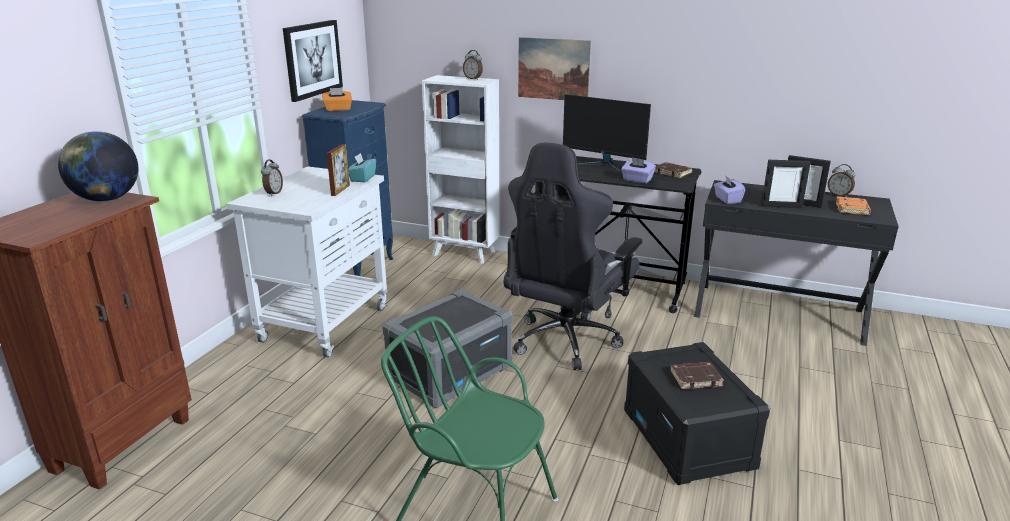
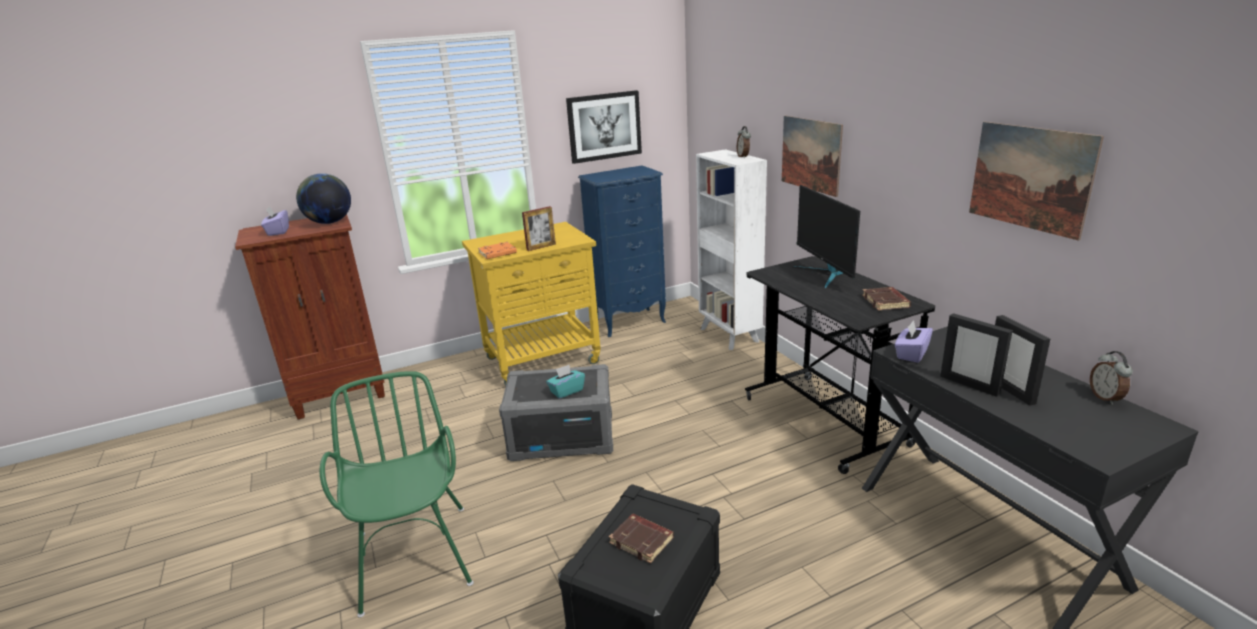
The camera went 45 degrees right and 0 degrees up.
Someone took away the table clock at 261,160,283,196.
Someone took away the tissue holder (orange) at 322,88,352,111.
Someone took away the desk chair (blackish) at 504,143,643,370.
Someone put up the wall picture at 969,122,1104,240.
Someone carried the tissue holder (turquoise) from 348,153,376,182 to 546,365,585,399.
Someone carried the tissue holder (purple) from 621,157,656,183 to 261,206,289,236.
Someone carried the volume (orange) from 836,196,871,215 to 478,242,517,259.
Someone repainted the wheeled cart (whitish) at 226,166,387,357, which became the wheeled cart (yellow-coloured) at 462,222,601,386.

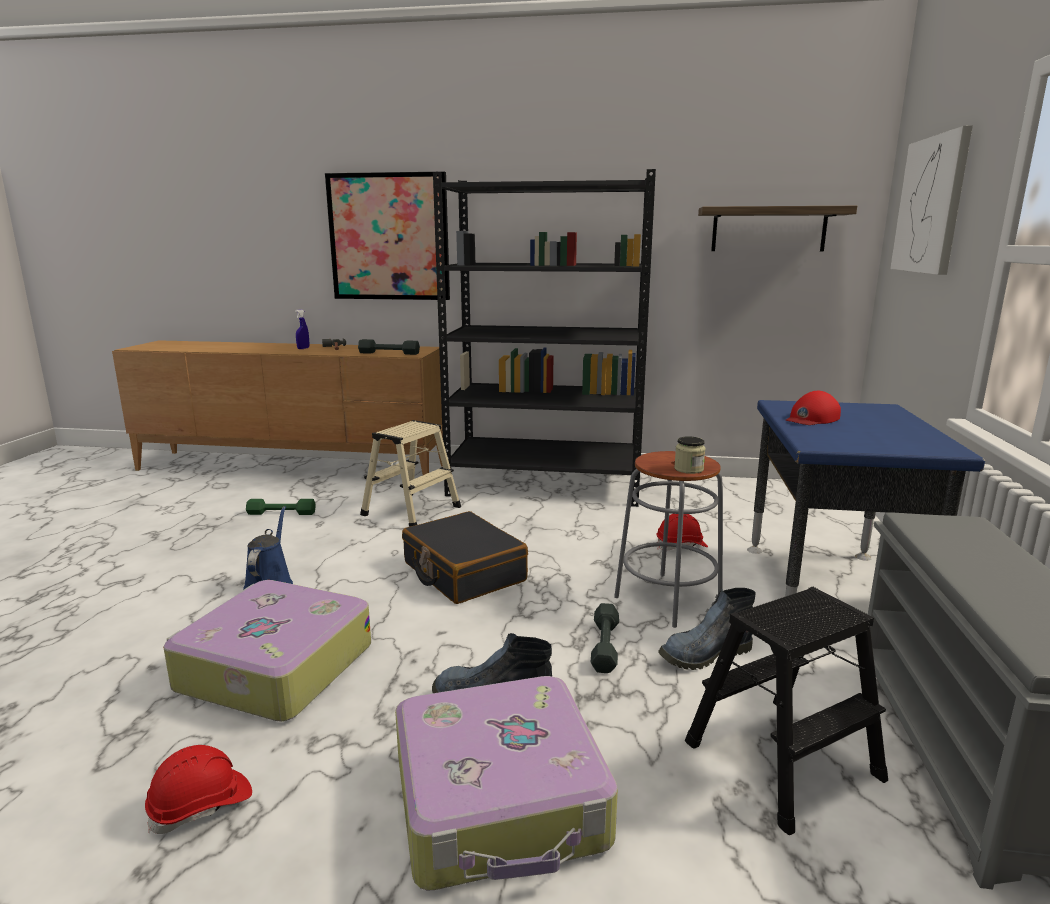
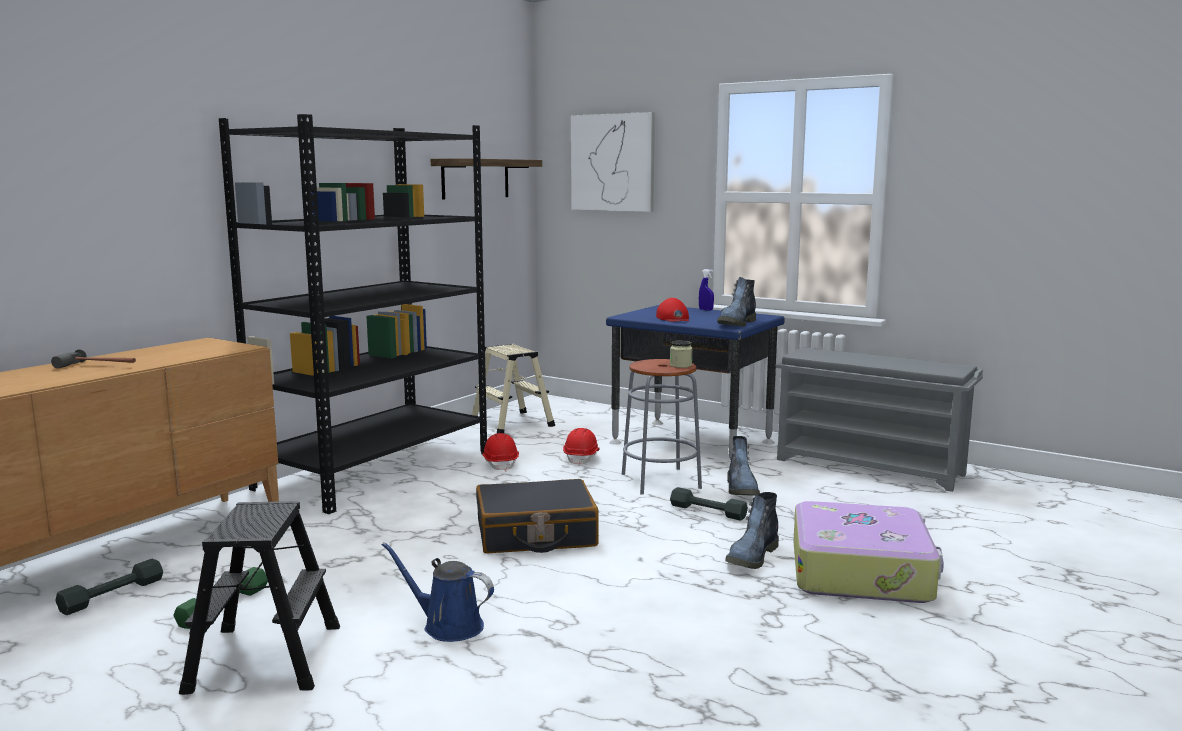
The camera went 65 degrees left and 5 degrees down.
Someone took away the piece of luggage at 163,580,371,722.
Someone took away the wall picture at 325,171,450,300.
Someone put down the high-top boot at 717,277,756,326.
Someone carried the safety helmet (red) from 145,745,252,834 to 482,433,519,472.
Someone carried the sprayer (bluish) from 295,309,310,349 to 699,269,714,311.
Someone carried the free weight (gray) from 358,339,420,355 to 55,559,163,615.
Someone carried the stepladder (beige-coloured) from 360,420,461,527 to 472,344,555,433.
Someone carried the stepladder (blackish) from 685,587,888,835 to 179,501,340,695.

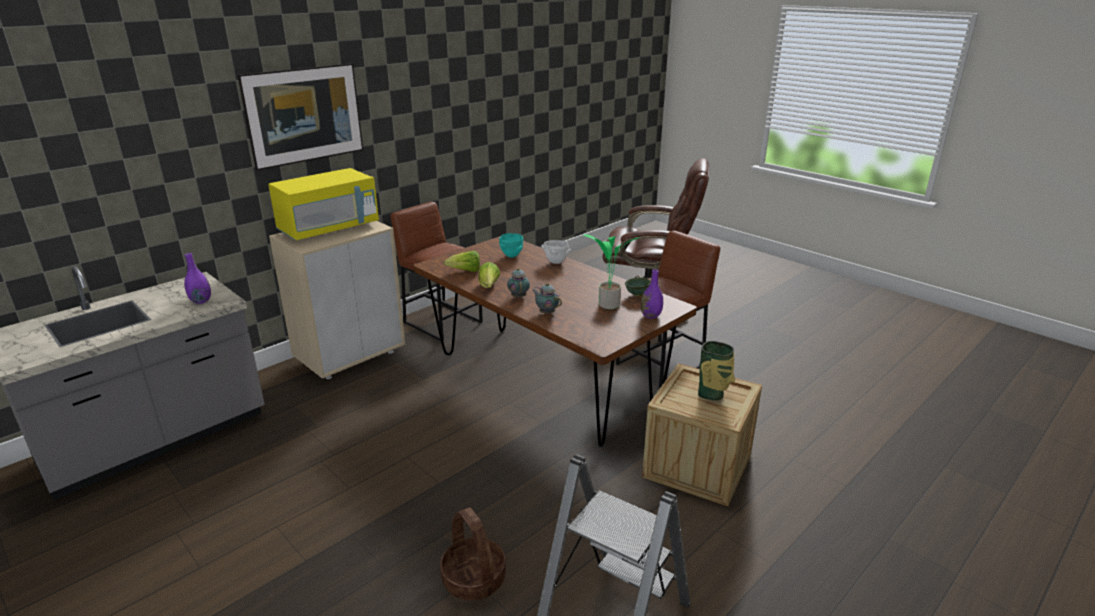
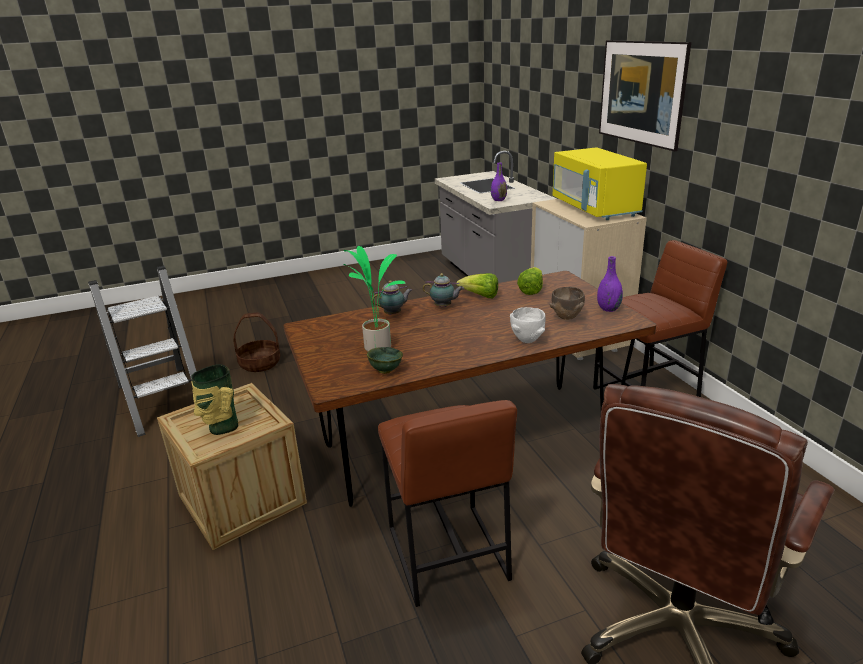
The camera went 115 degrees right and 0 degrees up.
Someone carried the flower vase (purple) from 641,269,663,319 to 597,256,623,312.
Someone repainted the bowl (turquoise) at 499,233,523,258, which became the bowl (brown-coloured) at 549,287,585,320.

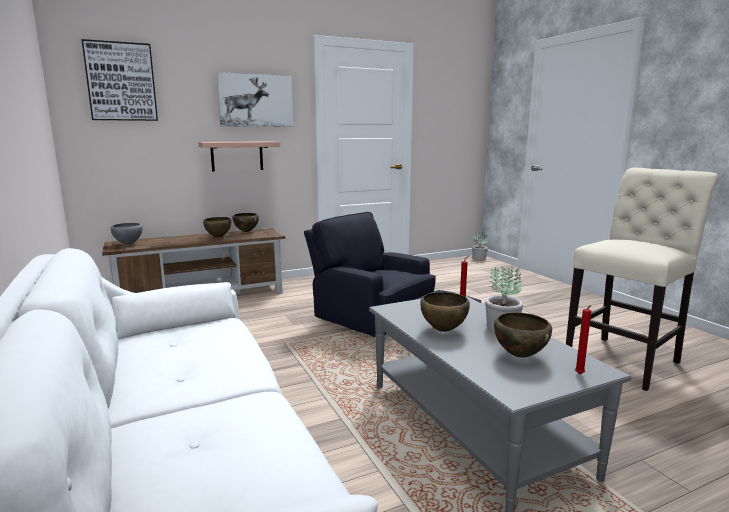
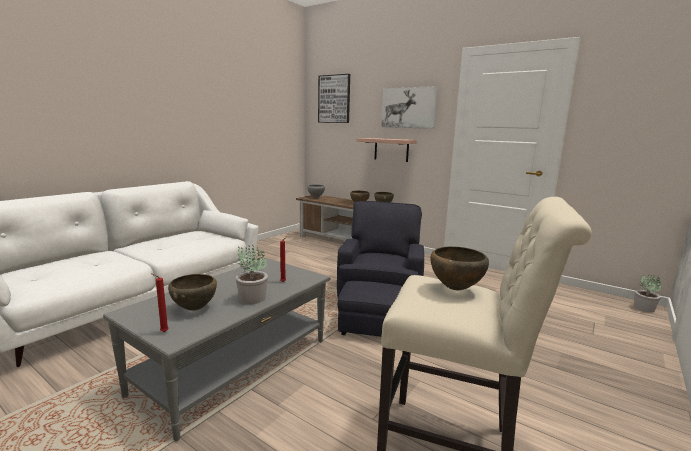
The camera went 60 degrees right and 0 degrees up.
Someone carried the bowl (brown-coloured) from 420,292,470,332 to 430,247,489,290.

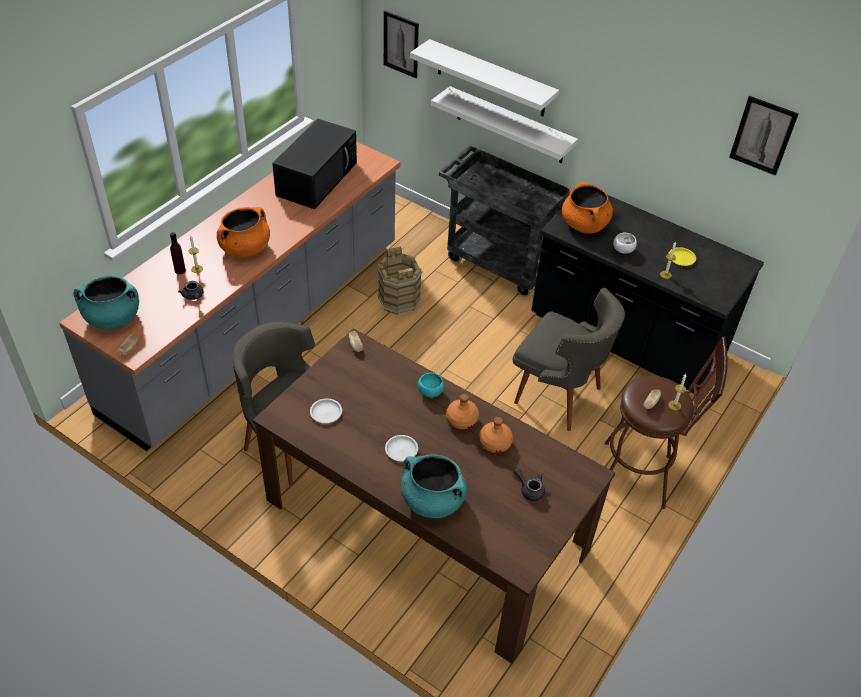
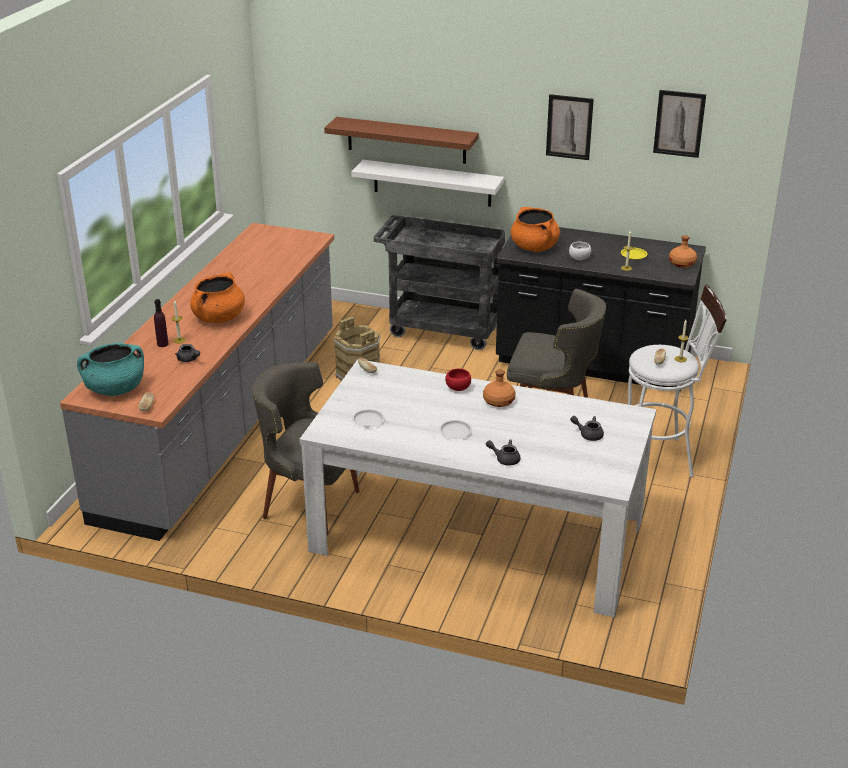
The camera went 15 degrees left and 15 degrees down.
Someone took away the kitchen microwave (blackish) at 272,119,357,209.
Someone carried the wall picture from 384,11,419,78 to 546,94,594,160.
Someone carried the bottle (orange) from 479,417,513,453 to 669,235,697,268.
Someone swapped the saucepot (turquoise) at 401,454,467,518 for the tea pot (gray) at 486,439,520,466.
Someone repainted the dining table (brown-coloured) at 253,328,615,664, which became the dining table (whitish) at 299,359,656,617.
Someone repainted the shelf (whitish) at 410,39,559,116, which became the shelf (brown-coloured) at 324,117,479,164.
Someone repainted the bowl (turquoise) at 418,373,444,398, which became the bowl (red) at 445,369,471,391.
Someone repainted the sitting stool (brown-coloured) at 605,337,728,509, which became the sitting stool (whitish) at 628,284,727,477.

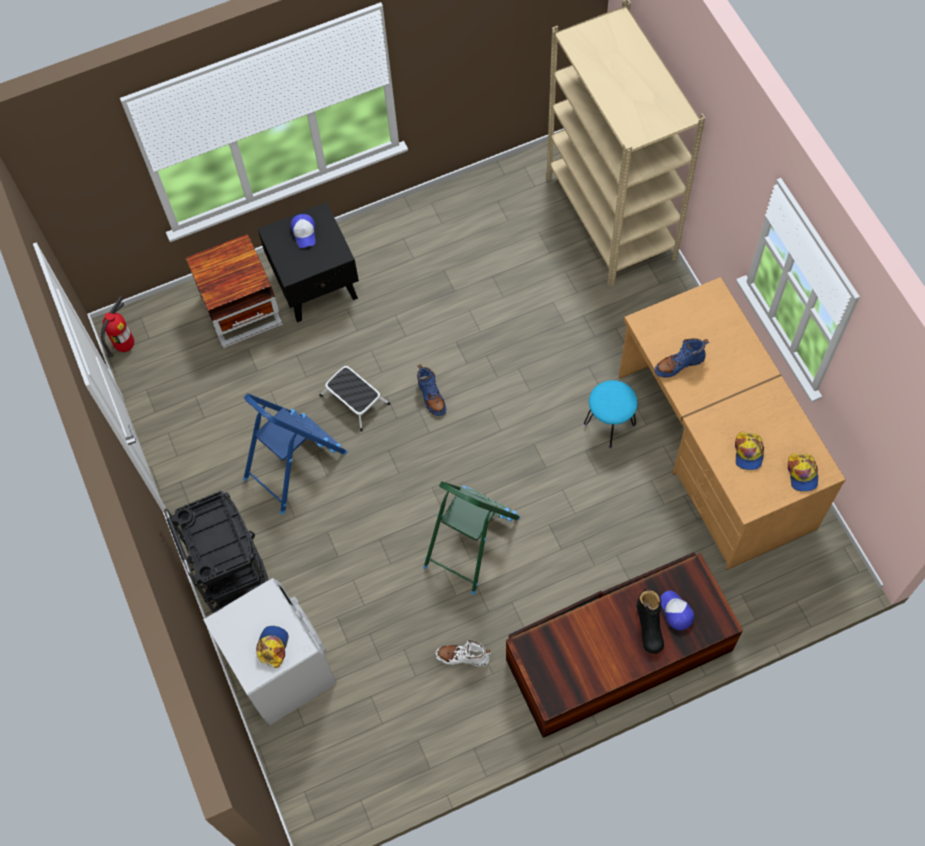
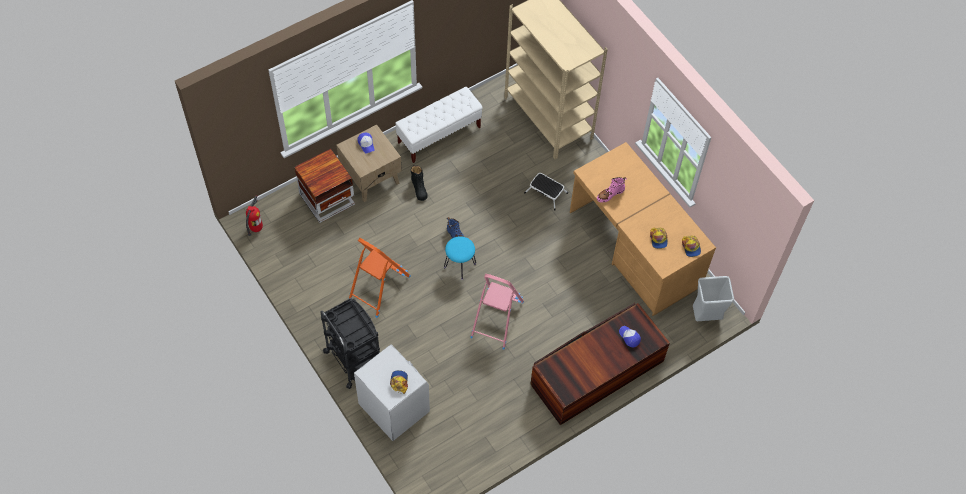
The camera went 15 degrees left and 5 degrees down.
Someone took away the high-top boot (whitish) at 435,640,491,667.
Someone put down the long seat (whitish) at 395,87,483,163.
Someone put down the trash can (gray) at 693,276,734,321.
Someone carried the stepladder (blackish) from 319,366,390,431 to 524,173,568,211.
Someone carried the sitting stool (turquoise) from 584,380,638,448 to 444,236,476,280.
Someone carried the high-top boot (blackish) from 636,589,664,654 to 411,165,428,201.
Someone repainted the stepladder (bluish) at 243,393,348,515, which became the stepladder (orange) at 349,238,411,318.
Someone repainted the night table (blackish) at 258,202,359,323, which became the night table (beige-coloured) at 337,125,402,202.
Someone repainted the stepladder (green-coloured) at 423,481,520,595, which became the stepladder (pink-coloured) at 471,274,524,350.
Someone repainted the high-top boot (bluish) at 654,338,709,378, which became the high-top boot (pink-coloured) at 597,177,627,203.

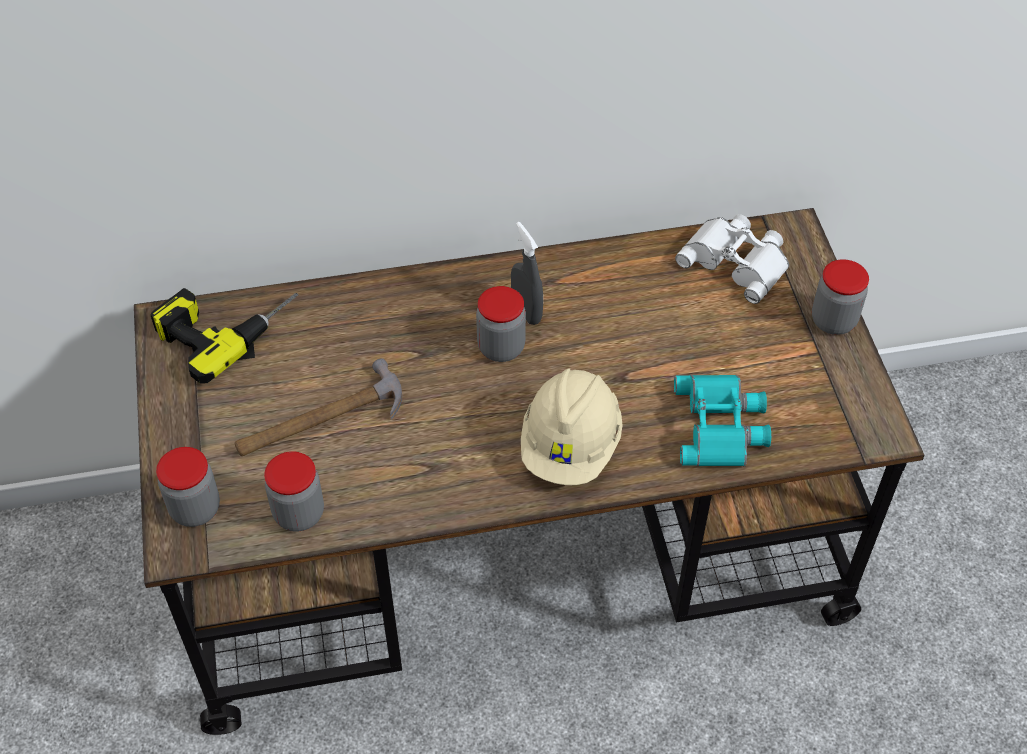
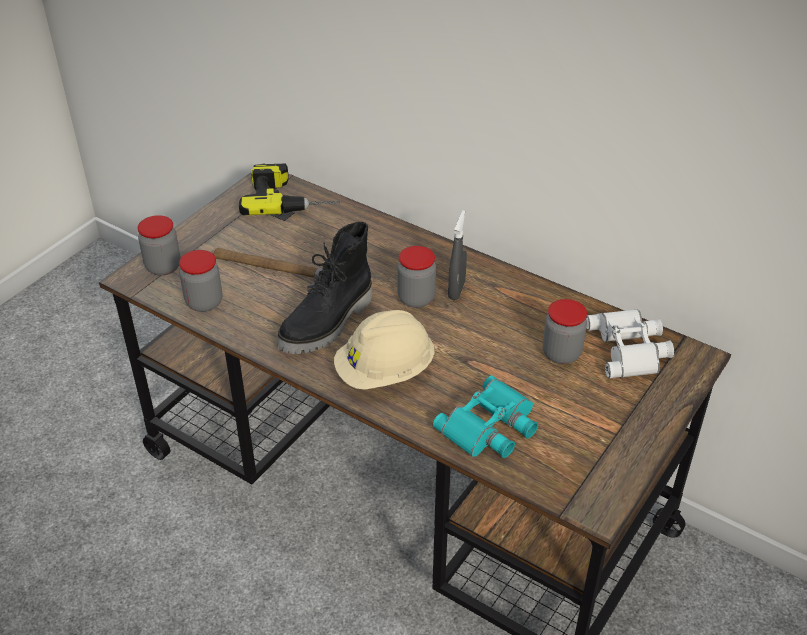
The camera went 45 degrees right and 10 degrees down.
Someone put down the high-top boot (blackish) at 277,222,372,354.
Someone carried the storage jar from 812,259,869,335 to 543,299,587,364.

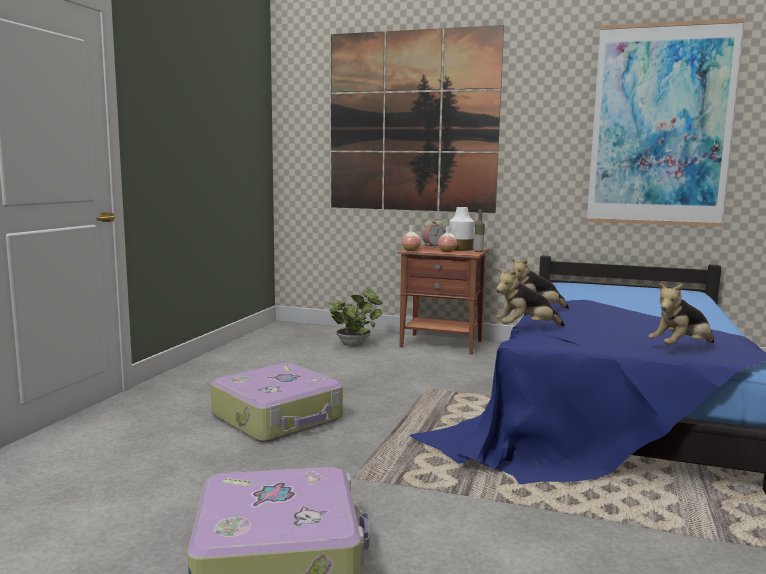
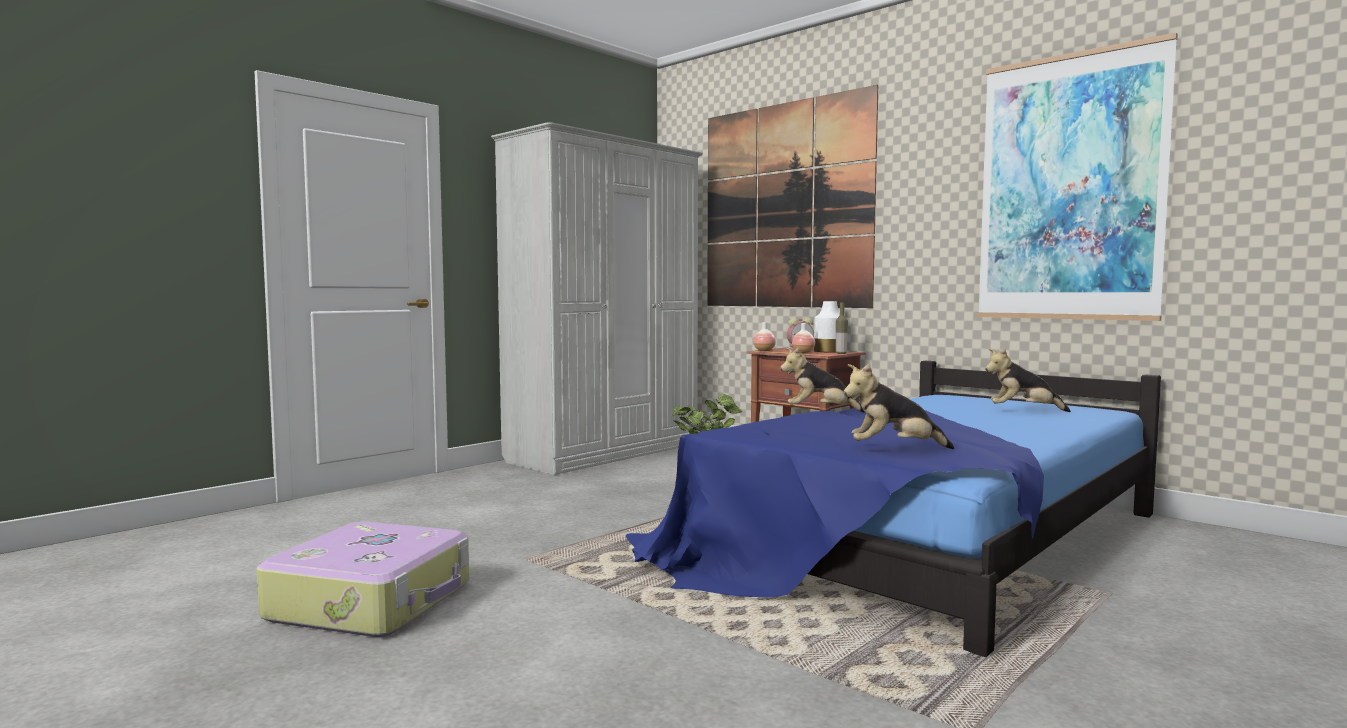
The camera went 25 degrees right and 5 degrees down.
Someone took away the piece of luggage at 211,363,343,442.
Someone put down the armoire (whitish) at 491,122,703,475.
Someone carried the plush toy from 496,269,565,326 to 985,348,1071,412.

